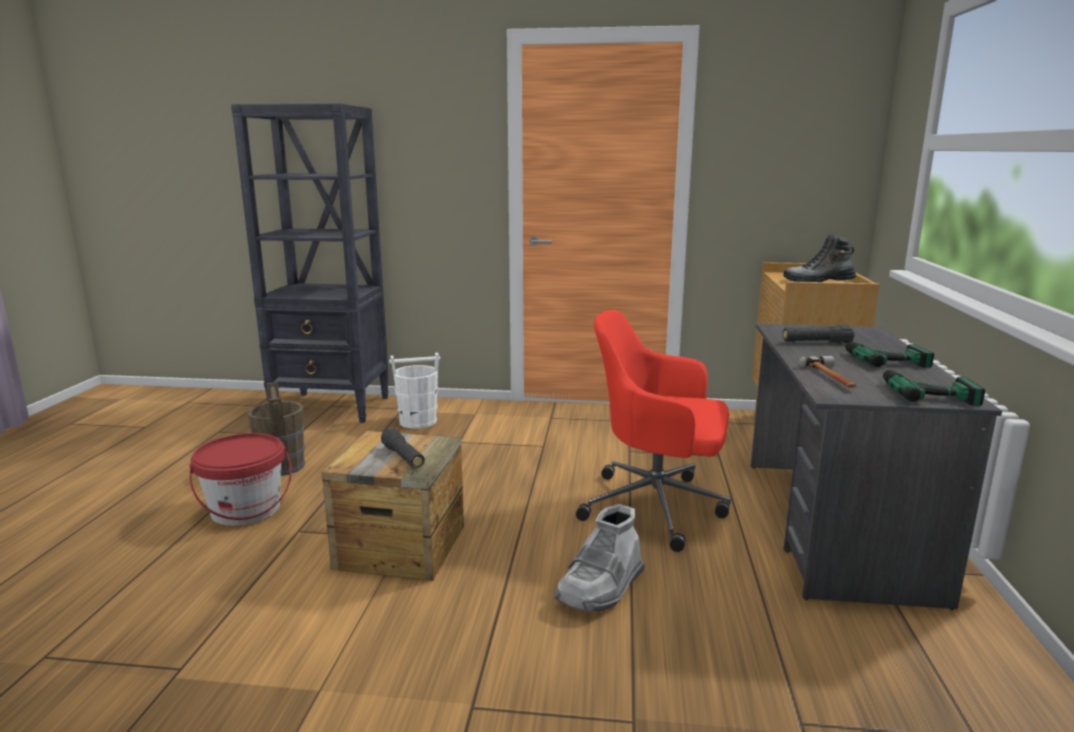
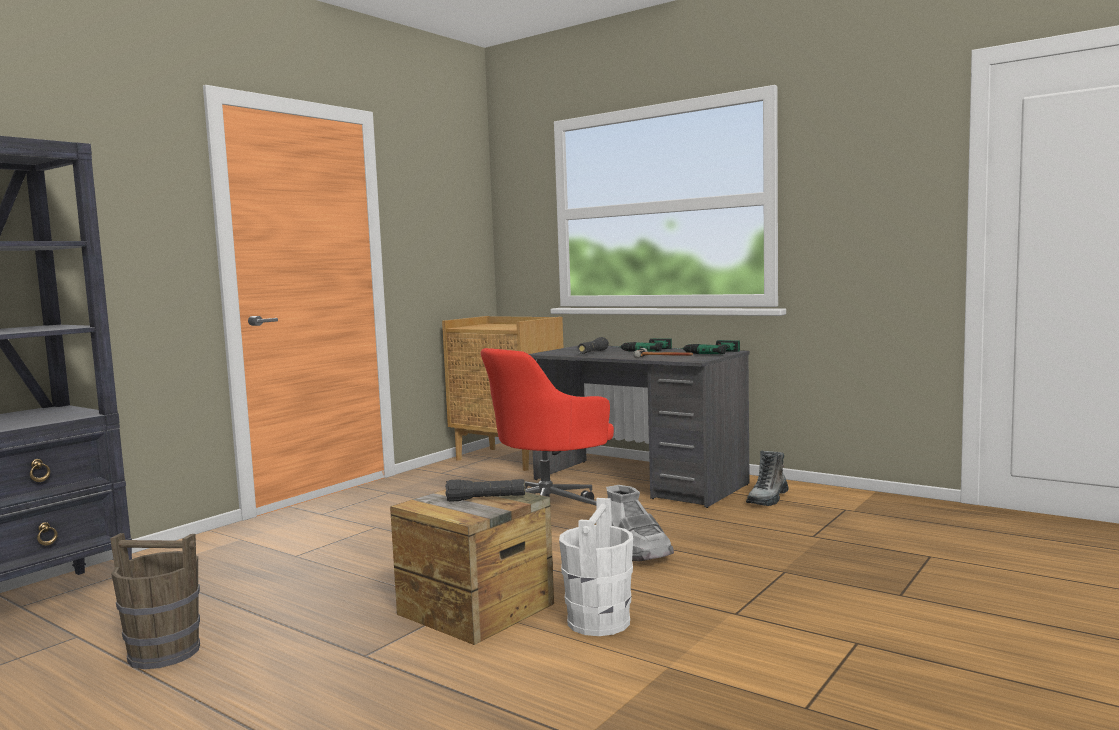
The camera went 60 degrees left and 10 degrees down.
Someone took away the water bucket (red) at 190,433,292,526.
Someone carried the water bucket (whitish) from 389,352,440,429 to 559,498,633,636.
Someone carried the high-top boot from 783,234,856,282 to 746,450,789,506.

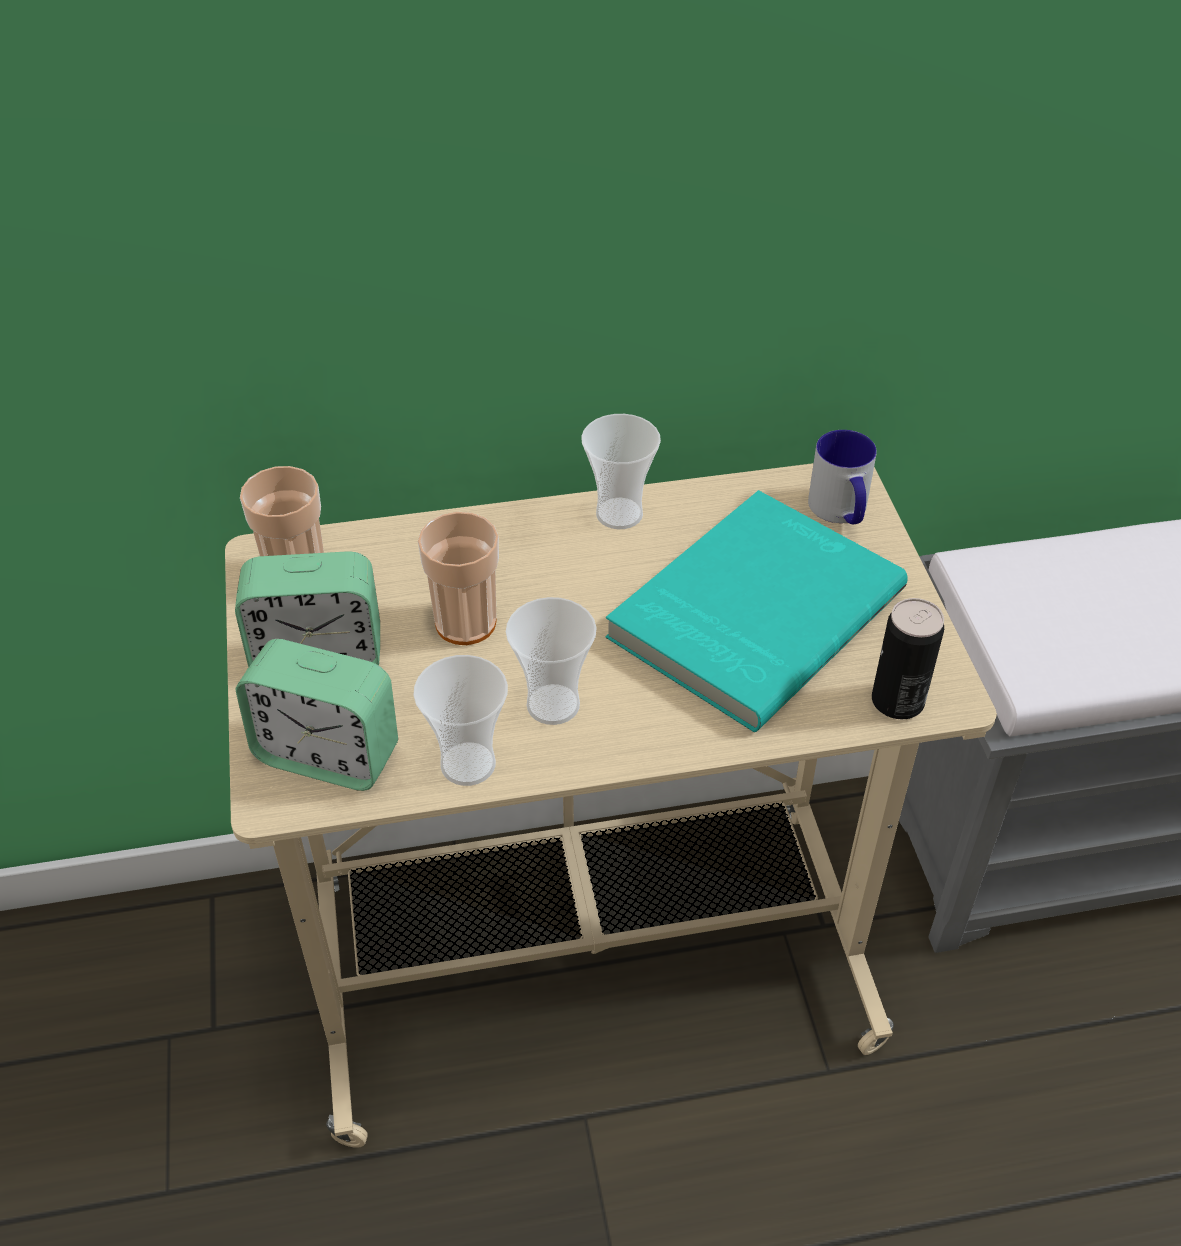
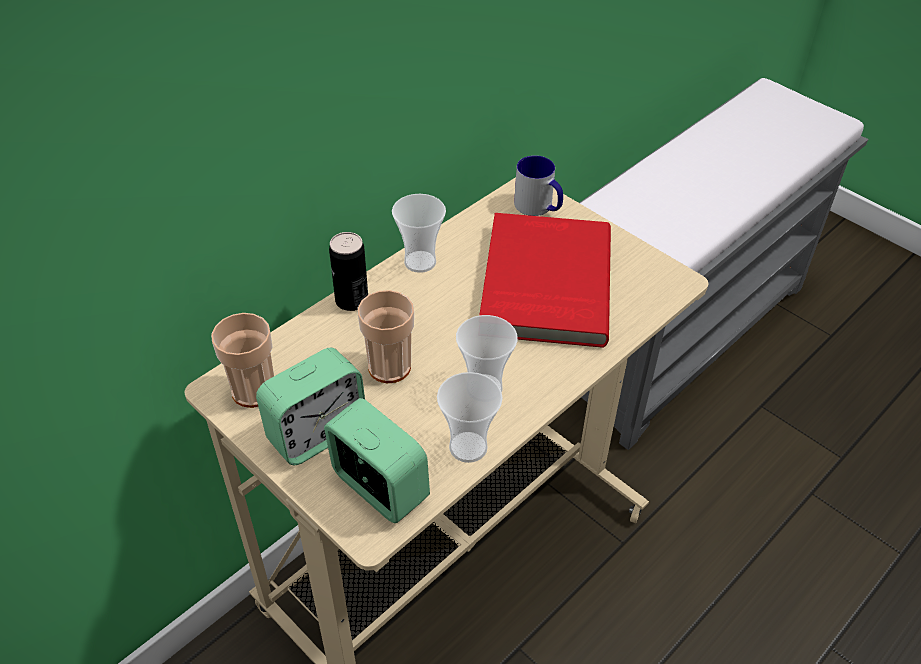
The camera went 35 degrees left and 0 degrees up.
Someone carried the sealed can from 872,598,944,719 to 329,232,368,311.
Someone repainted the volume (turquoise) at 606,490,907,732, which became the volume (red) at 479,213,611,348.
Someone rotated the table clock at 236,639,398,791 by 120 degrees counterclockwise.

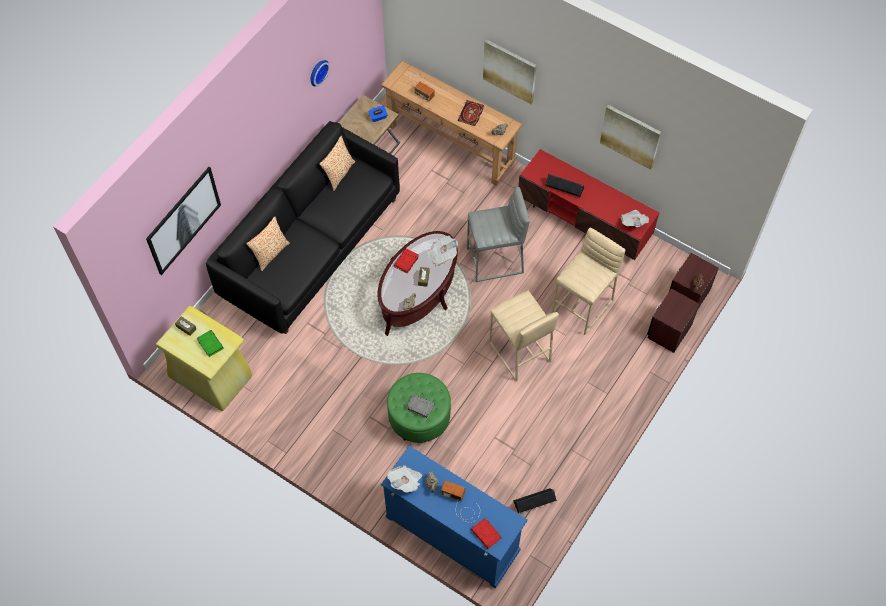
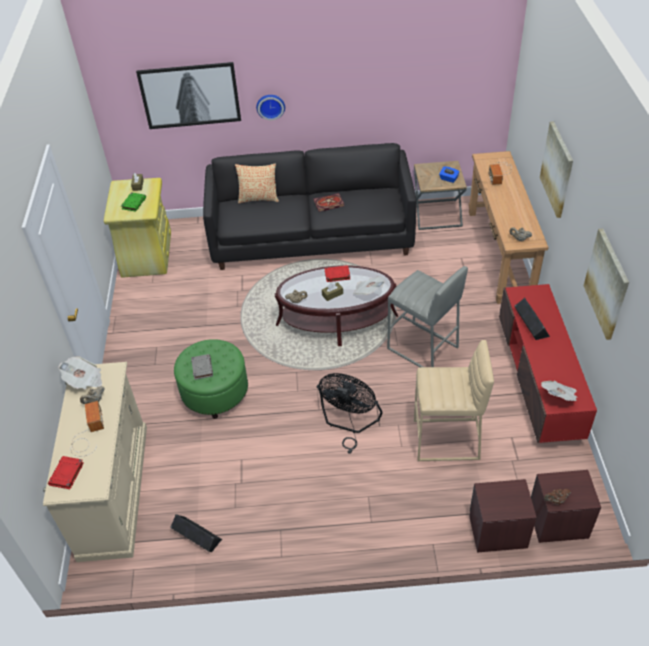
The camera went 55 degrees right and 15 degrees down.
Someone took away the pillow (beige-coloured) at 320,136,355,191.
Someone carried the wall clock from 310,60,330,86 to 256,95,285,120.
Someone carried the volume from 458,100,484,126 to 313,193,344,212.
Someone swapped the sitting stool (beige-coloured) at 489,291,559,381 for the fan (blackish) at 316,373,382,454.
Someone repainted the storage cabinet (bluish) at 381,446,528,588, which became the storage cabinet (beige-coloured) at 43,362,147,562.

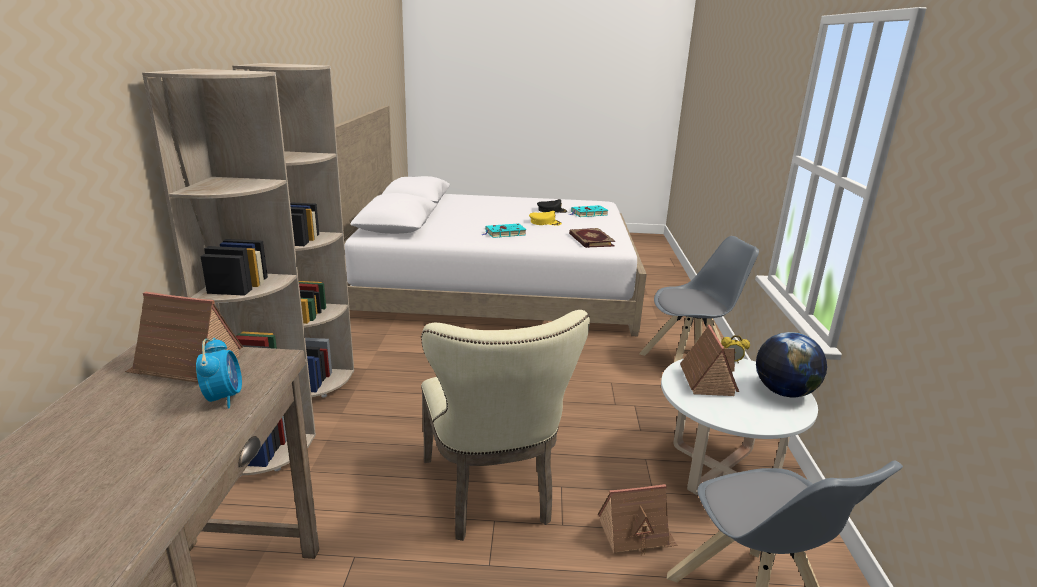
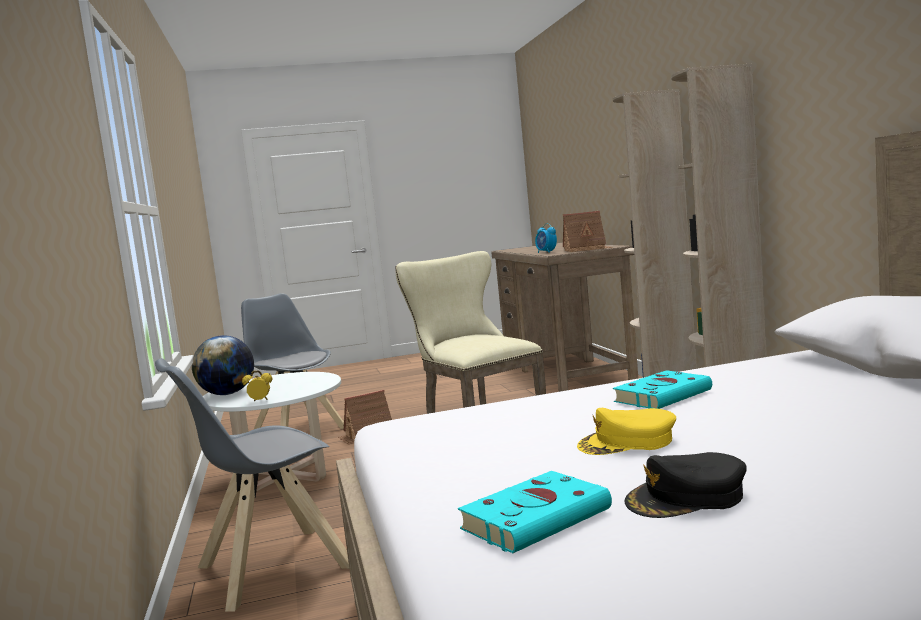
The camera went 165 degrees right and 15 degrees down.
Someone took away the volume at 569,228,615,248.
Someone took away the toy house at 680,325,739,396.

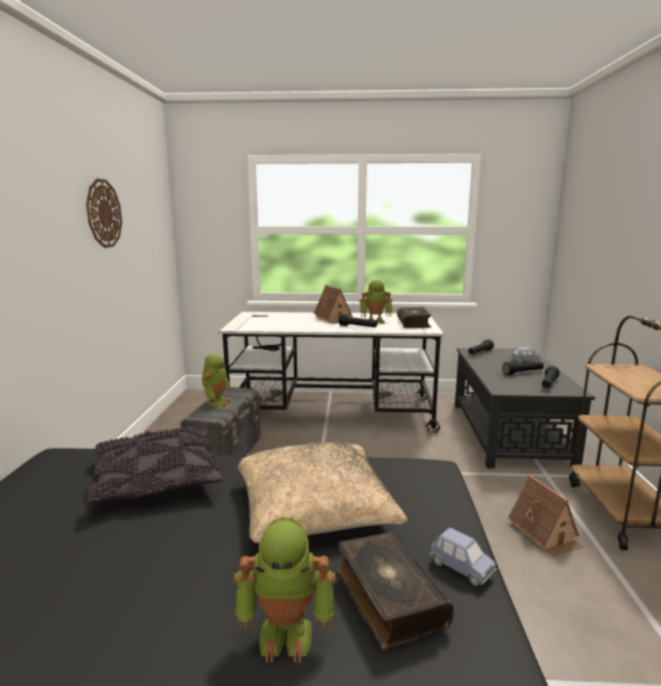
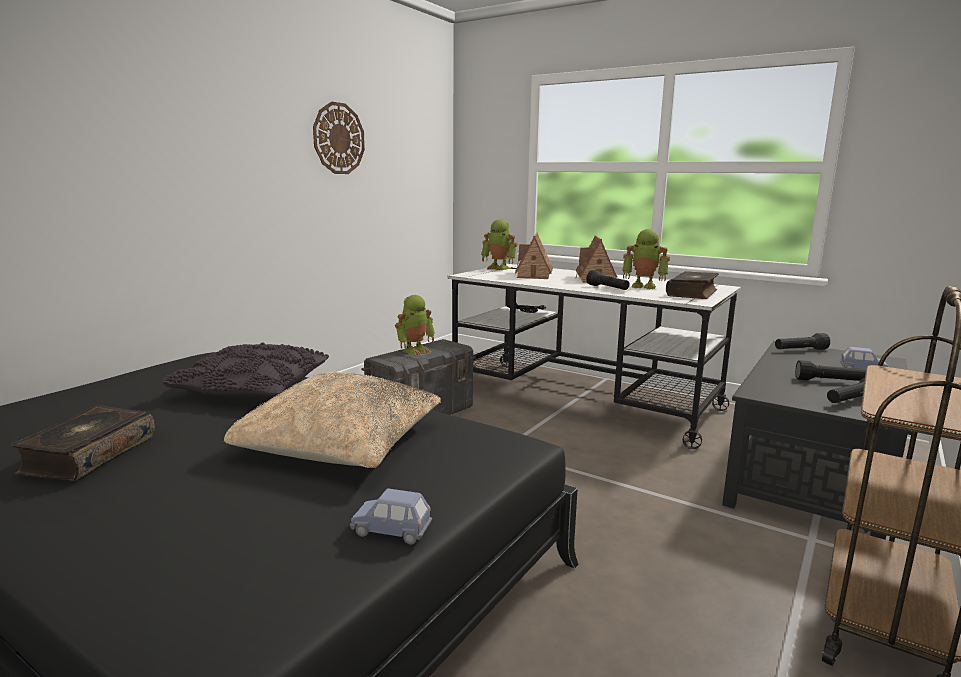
The camera went 30 degrees right and 0 degrees up.
Someone carried the toy robot from 234,517,335,662 to 481,219,517,270.
Someone carried the volume from 336,532,454,650 to 10,405,155,481.
Someone carried the toy house from 508,475,584,557 to 515,233,553,279.
Someone rotated the model car (bluish) at 430,528,497,586 by 120 degrees clockwise.

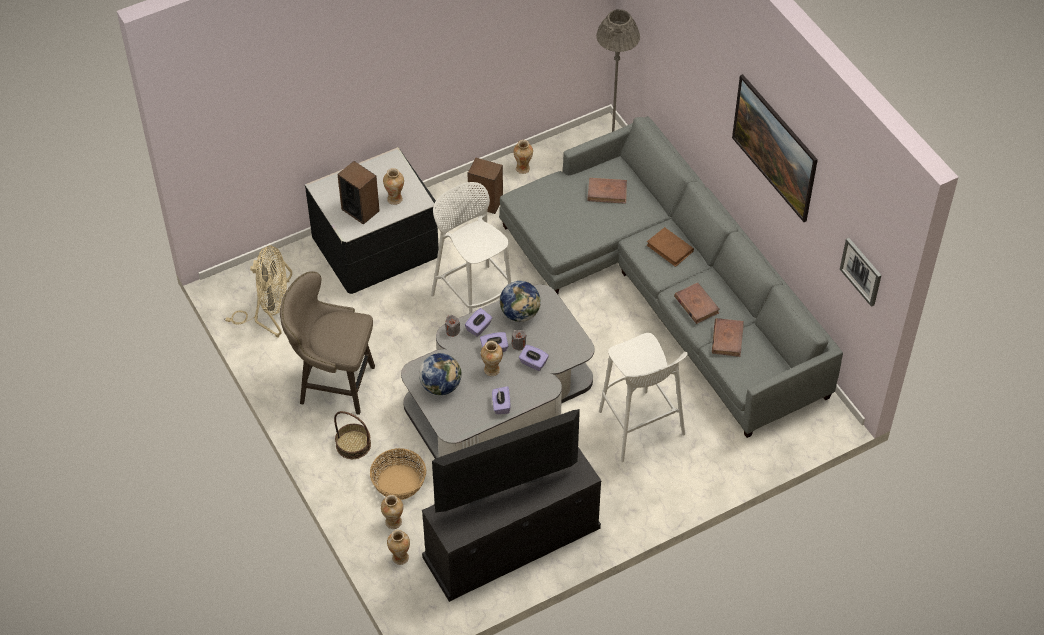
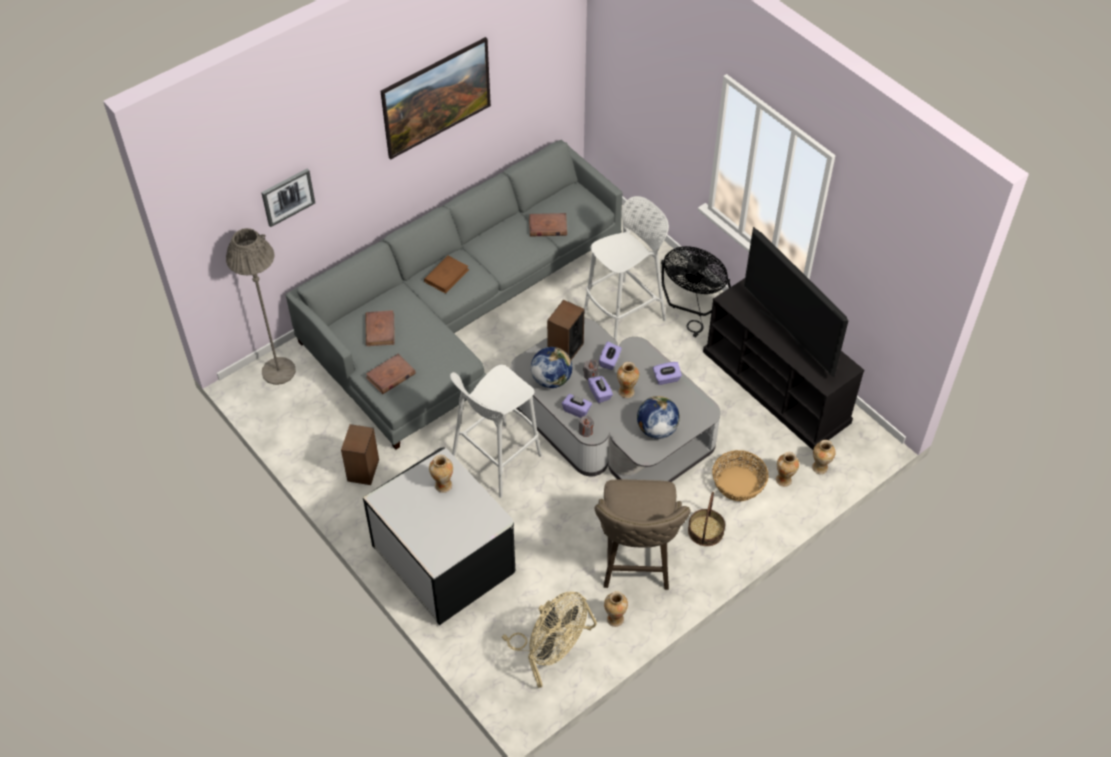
The camera went 100 degrees left and 0 degrees up.
Someone put down the fan (blackish) at 661,246,731,337.
Someone carried the audio speaker from 337,161,380,225 to 547,300,584,360.
Someone carried the flower vase from 514,140,533,174 to 604,591,628,627.
Someone carried the volume (brown-coloured) from 674,283,720,324 to 366,353,416,394.
Someone carried the wall picture from 840,238,881,307 to 261,168,315,227.
Someone rotated the fan (beige-coloured) at 225,245,292,337 by 135 degrees clockwise.

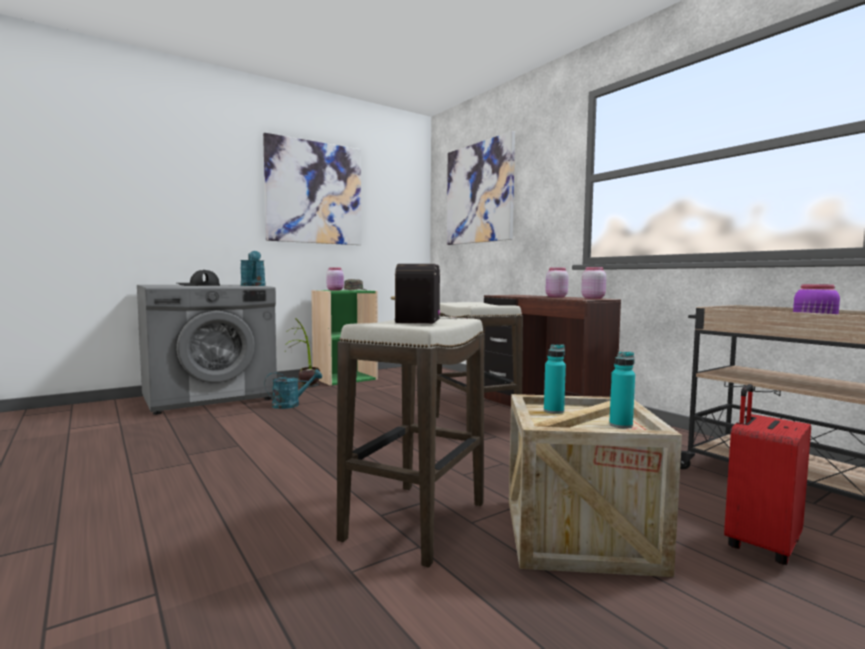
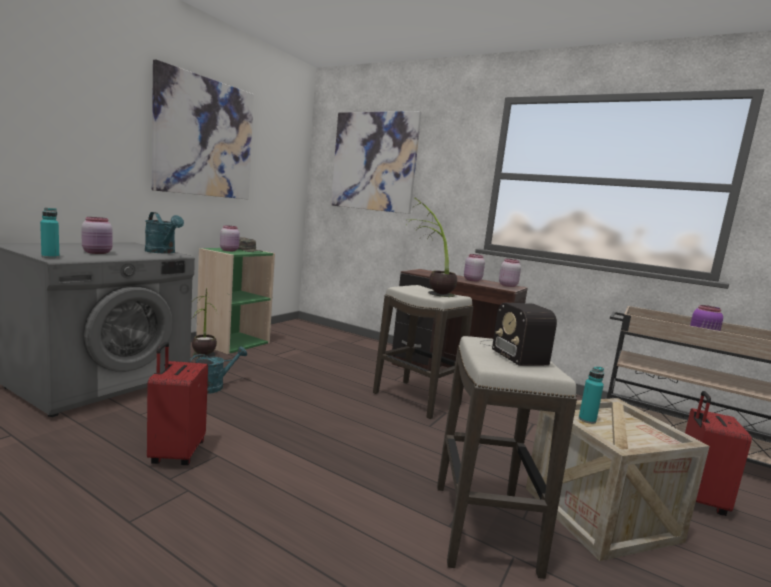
The camera went 25 degrees left and 5 degrees up.
Someone put down the piece of luggage (red) at 147,342,208,465.
Someone put down the houseplant at 405,198,457,297.
Someone carried the bottle (turquoise) from 609,352,635,428 to 40,208,59,258.
Someone swapped the cap (blackish) at 177,270,220,286 for the storage jar (pink-coloured) at 81,217,113,254.

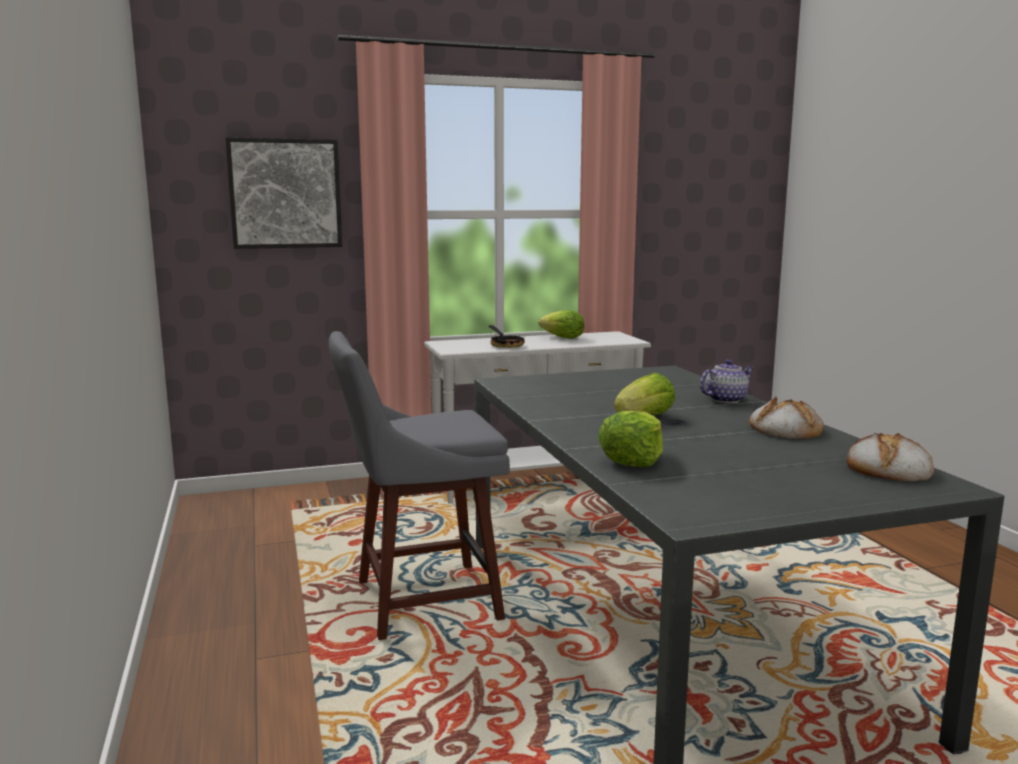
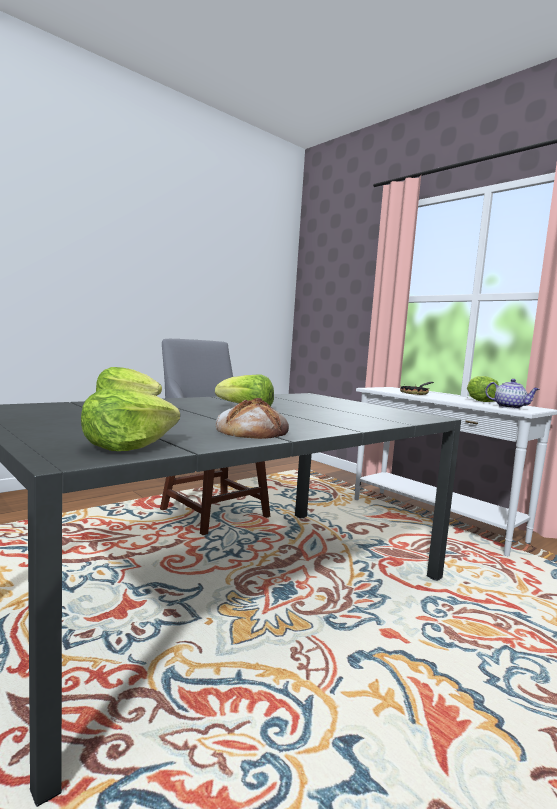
The camera went 65 degrees right and 5 degrees down.
Someone took away the wall picture at 226,137,342,249.
Someone carried the tea pot from 700,359,754,403 to 485,379,540,409.
Someone swapped the bread at 847,433,934,481 for the lettuce at 81,389,180,451.

